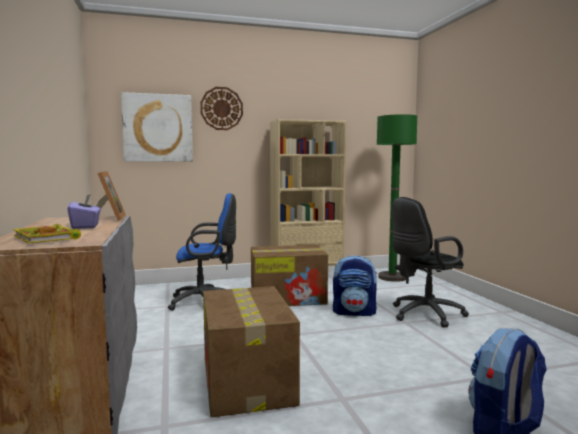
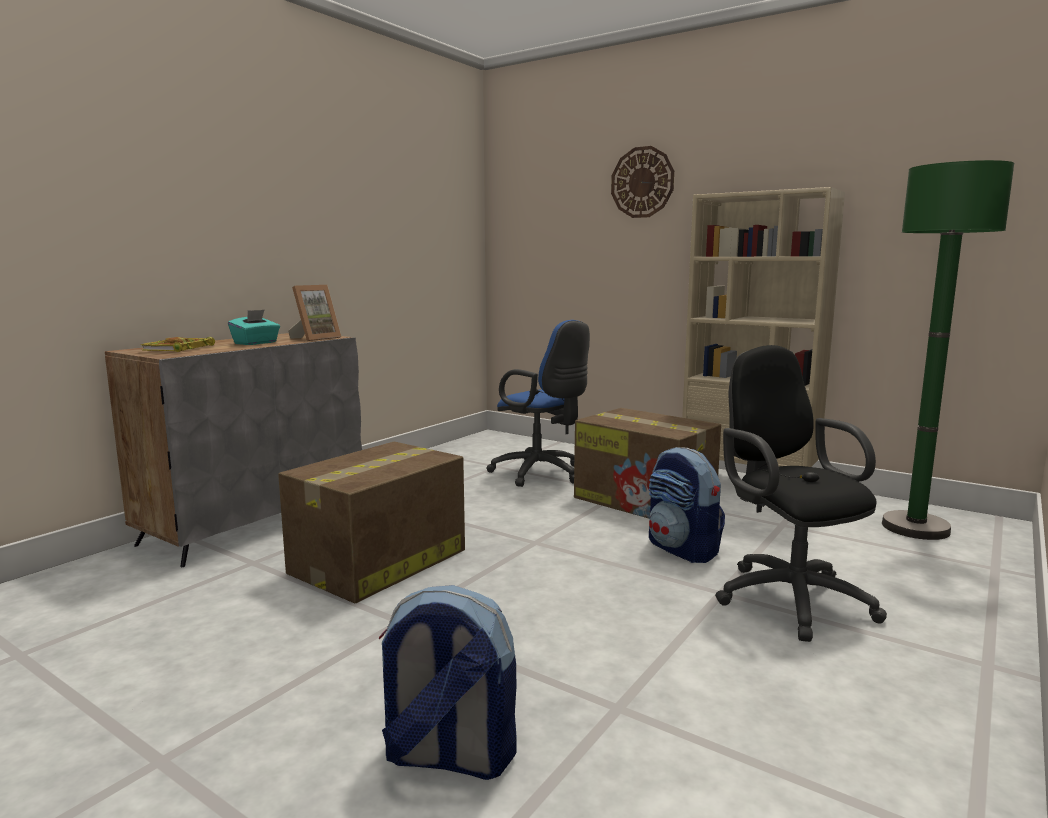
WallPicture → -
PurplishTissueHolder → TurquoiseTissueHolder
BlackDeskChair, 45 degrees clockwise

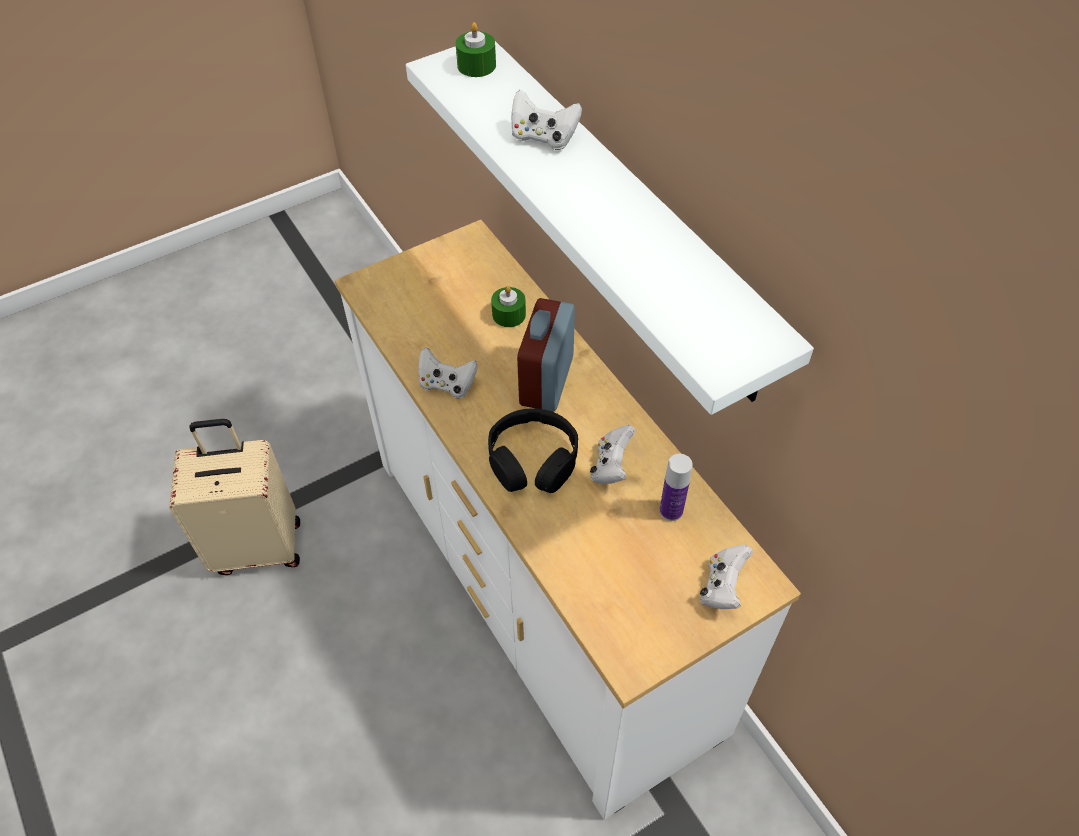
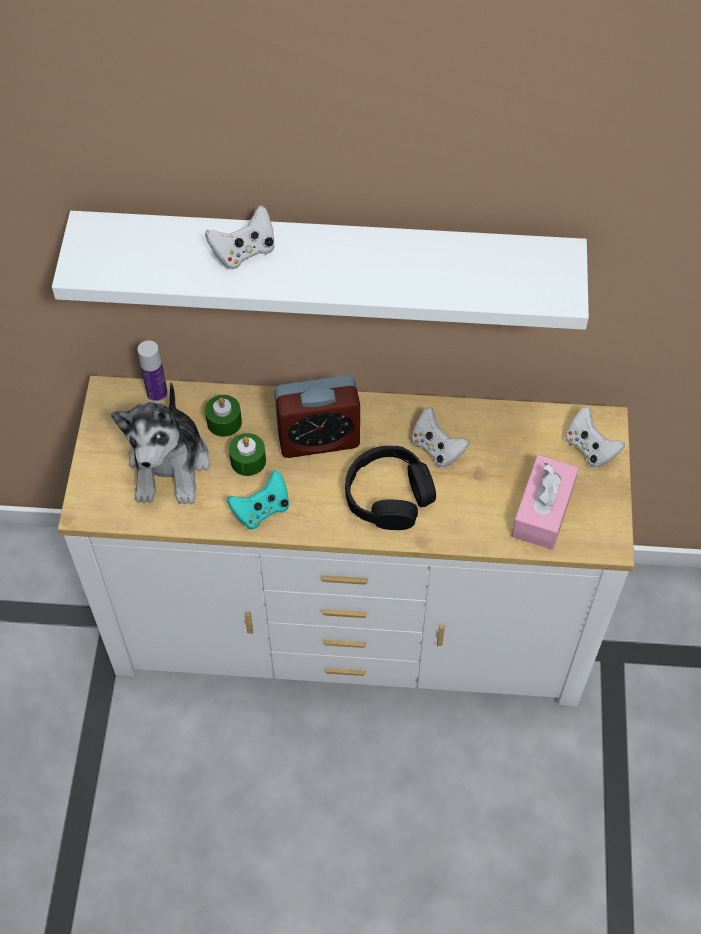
BeigeSuitcase → -
- → PlushToy
- → PinkishTissueHolder
GreenWaxLight (no. 1 from left in the first image) → GreenWaxLight (no. 2 from left), relocated
DrinkBottle, relocated
WhiteColouredJoypad (no. 1 from left) → TurquoiseJoypad
TableClock, 60 degrees counterclockwise

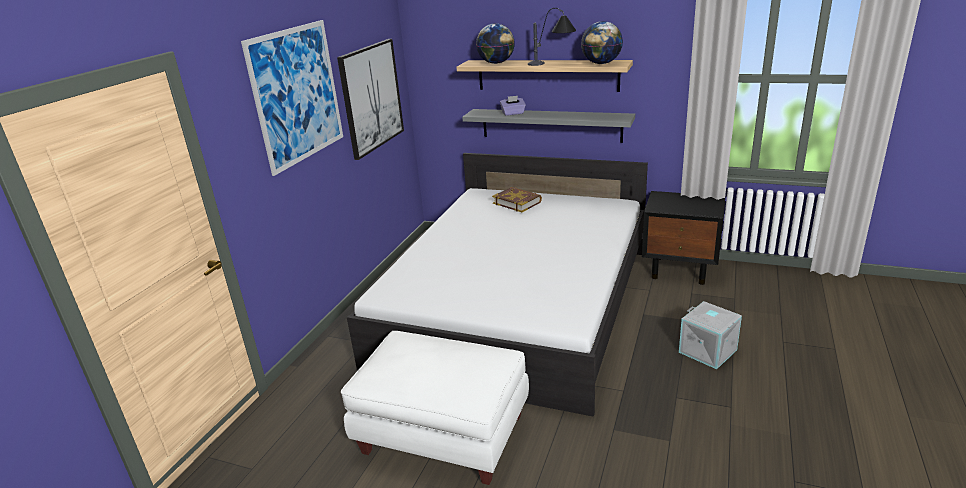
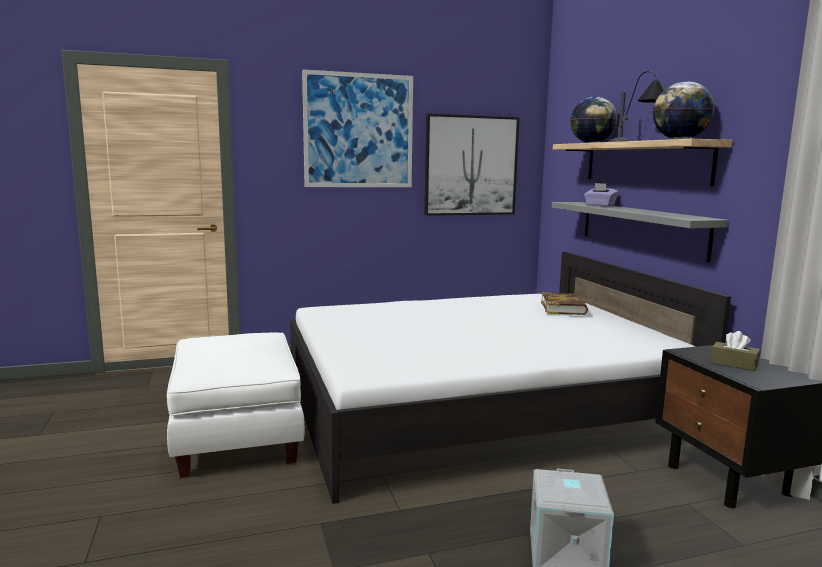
- → BrownishTissueHolder

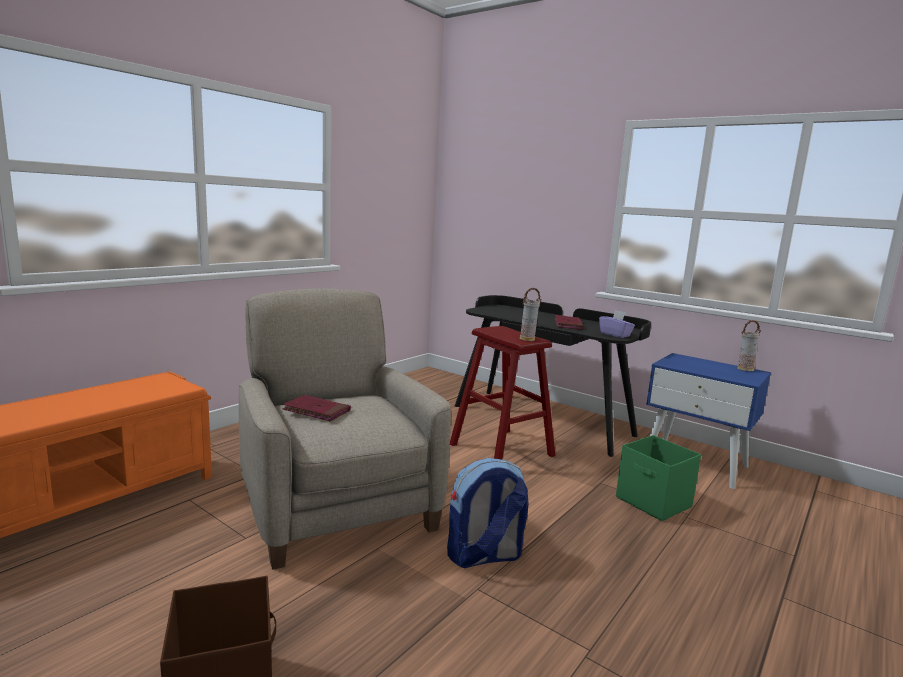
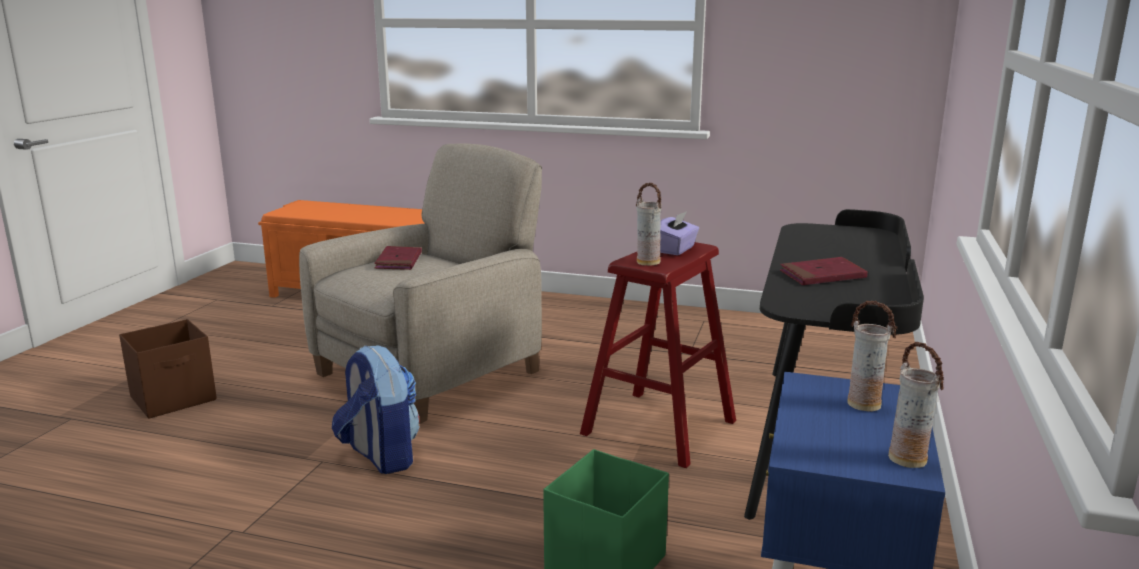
- → Vase (no. 2 from left)
PurplishTissueHolder, relocated

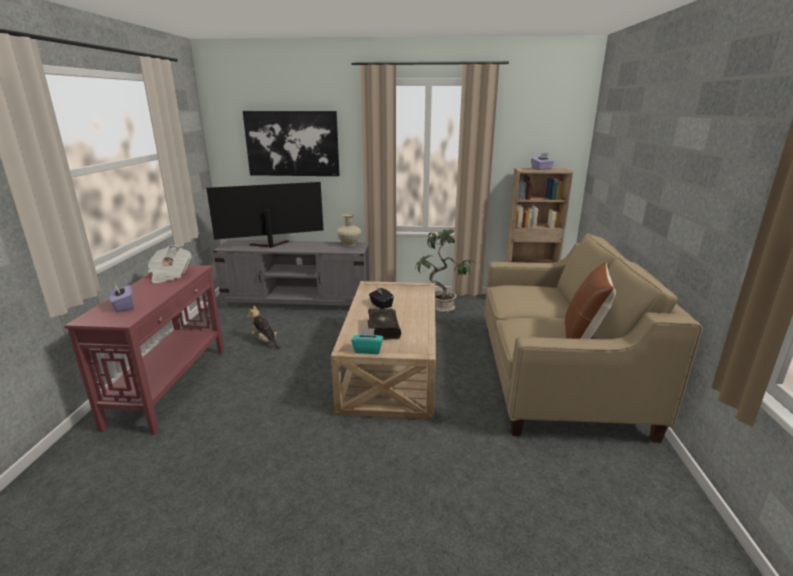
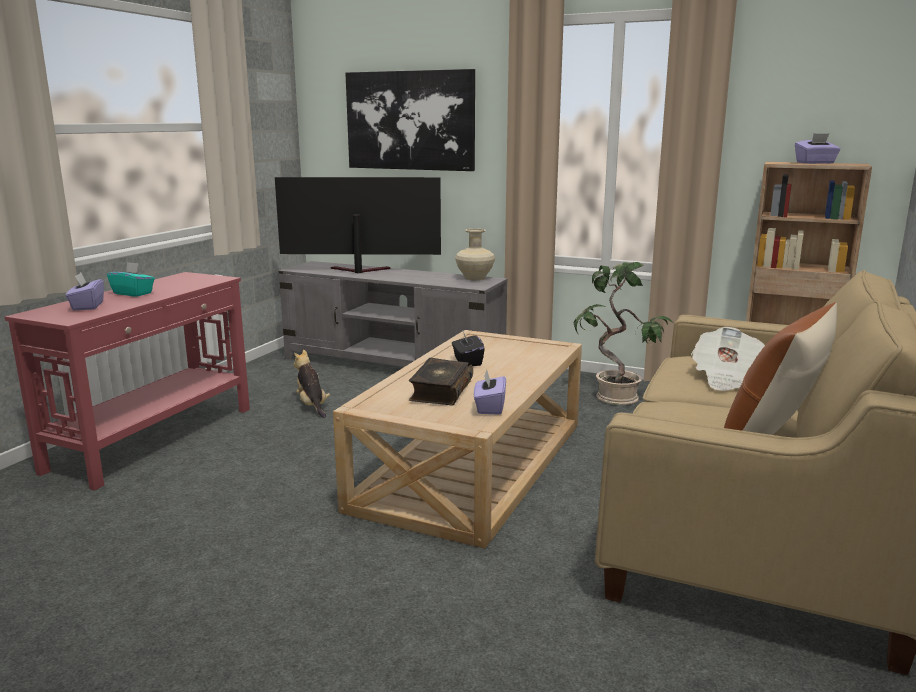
- → PurplishTissueHolder (no. 2 from left)
DailyPaper, relocated
TurquoiseTissueHolder, relocated

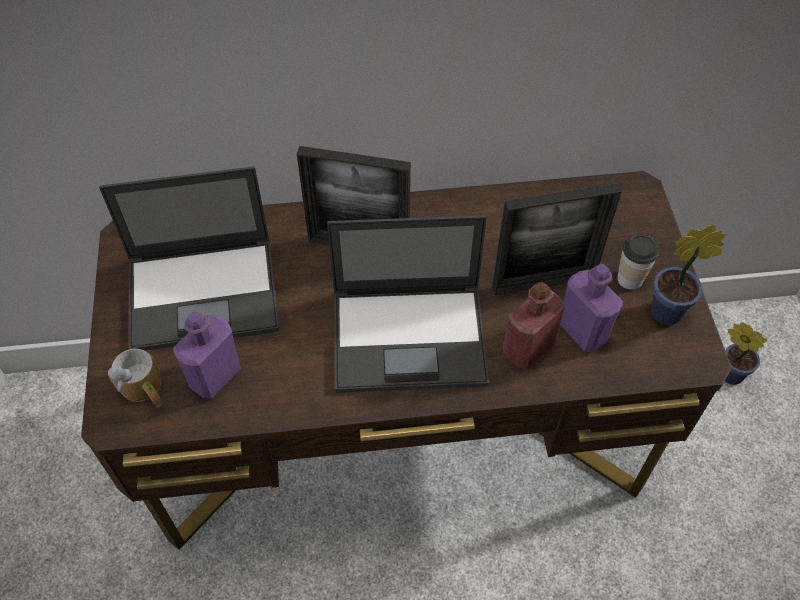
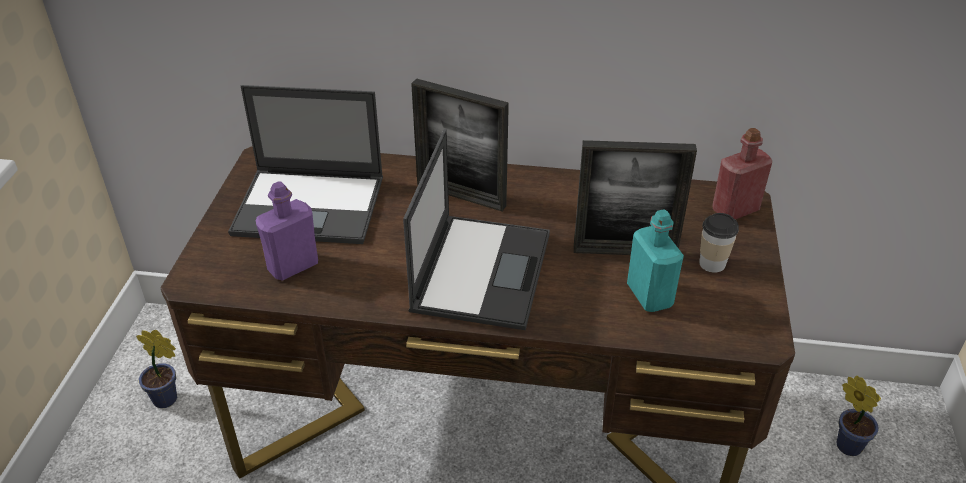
Mug → -
ReddishDrinkBottle, relocated
PlantInAPot (no. 1 from left), relocated
PurplishDrinkBottle (no. 2 from left) → TurquoiseDrinkBottle
NotebookComputer (no. 2 from left), 90 degrees counterclockwise

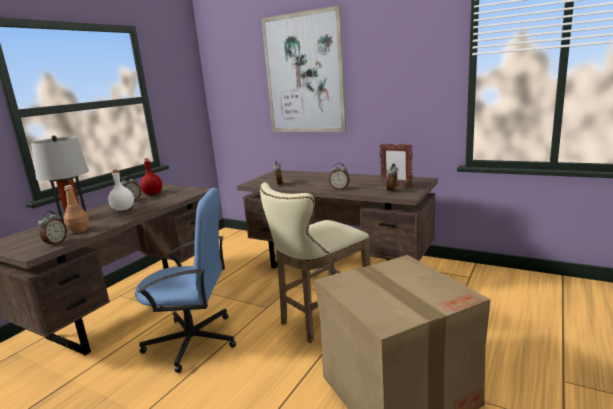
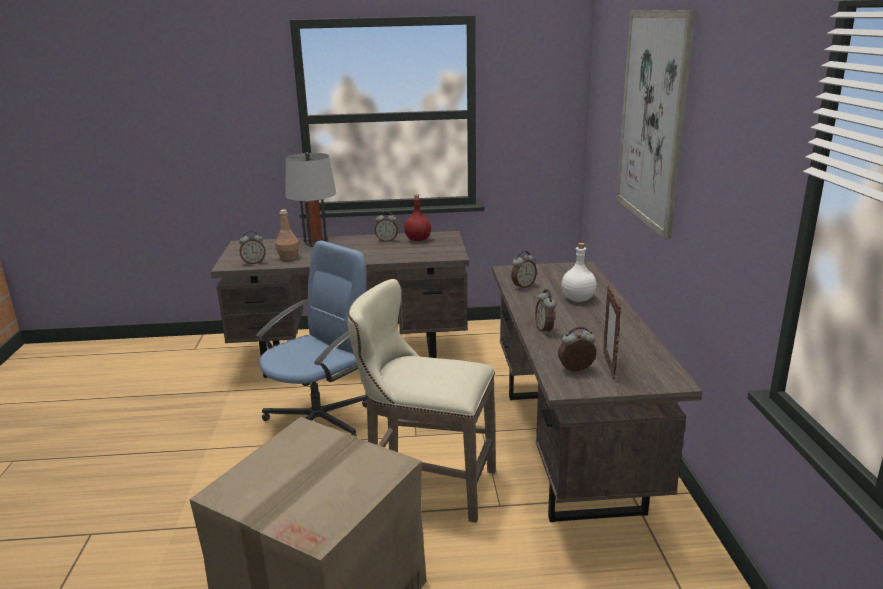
WhiteColouredDrinkBottle, relocated
BlueColouredDeskChair, 105 degrees counterclockwise

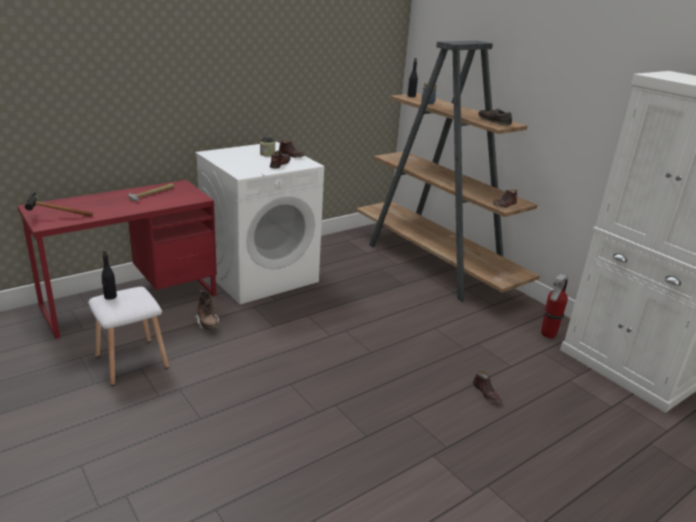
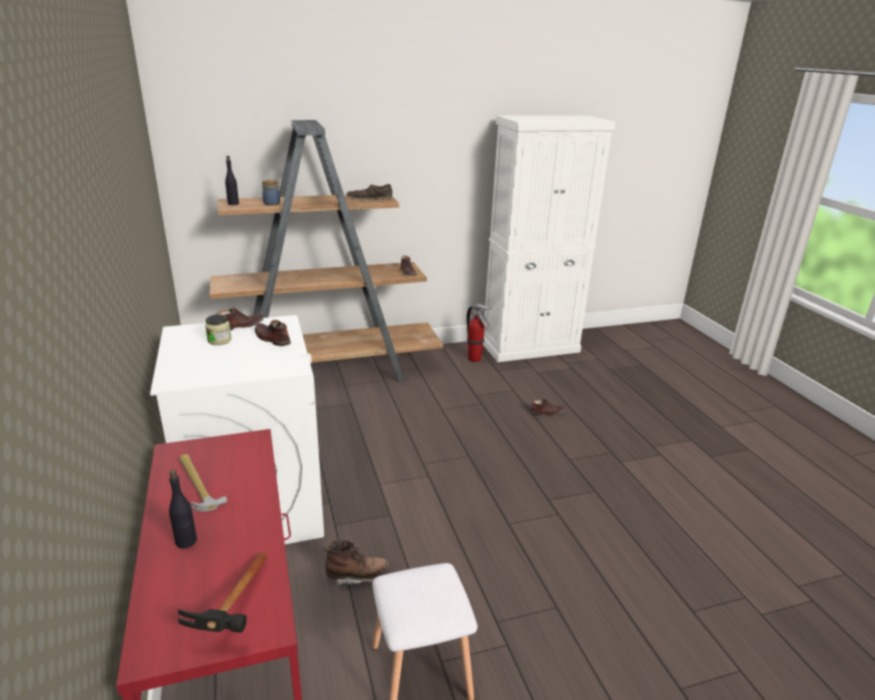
BlackDrinkBottle (no. 1 from left), relocated

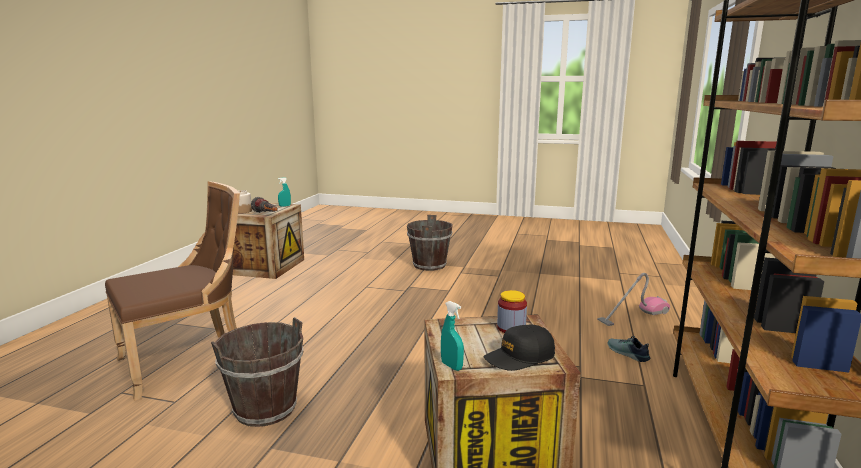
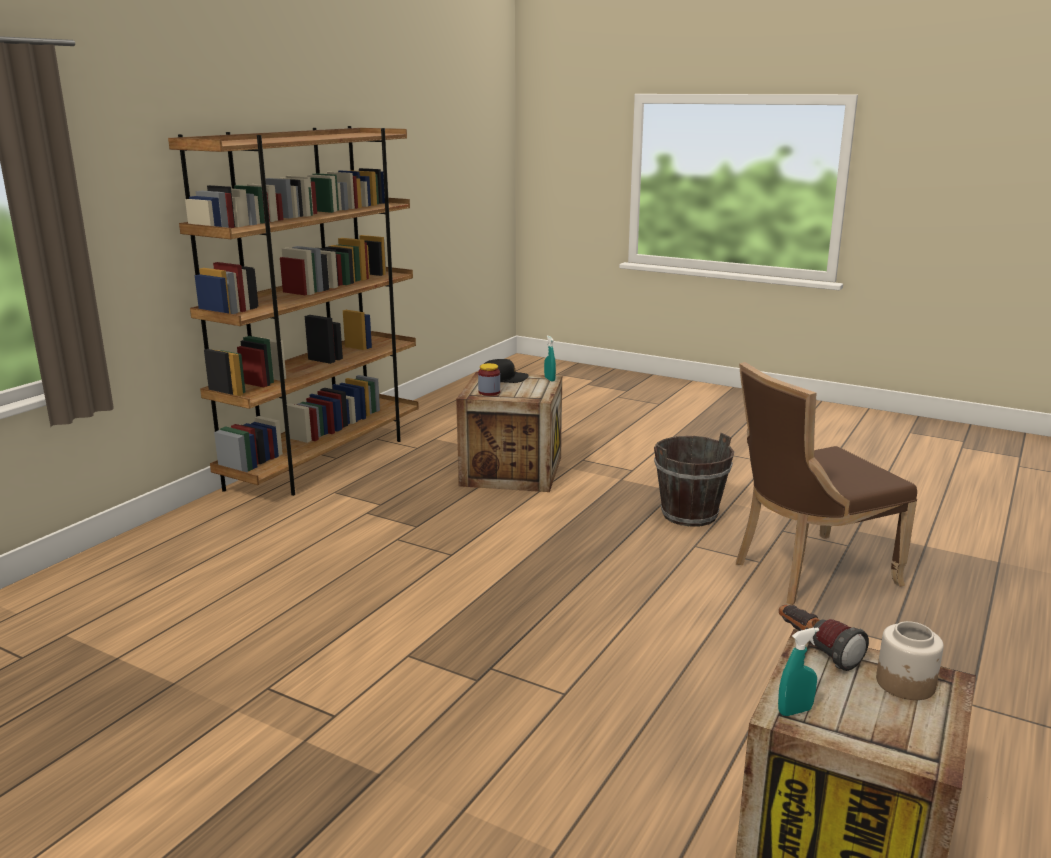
BrownishWaterBucket (no. 2 from left) → -
Vacuum → -
ItemOfFootwear → -

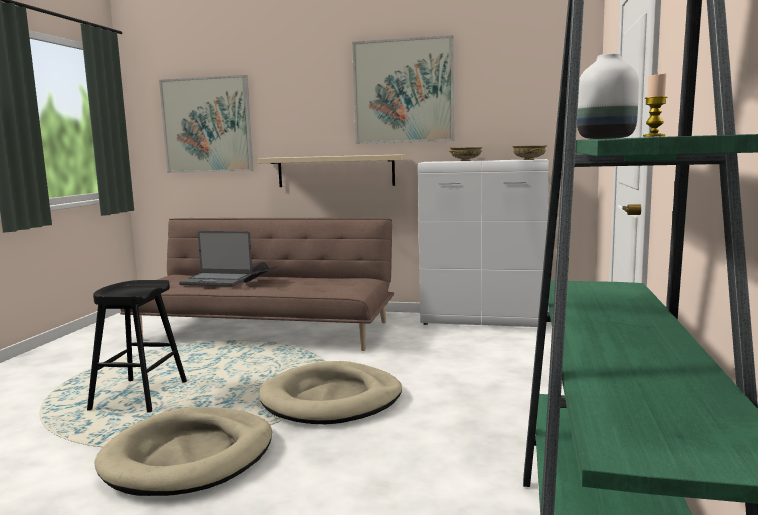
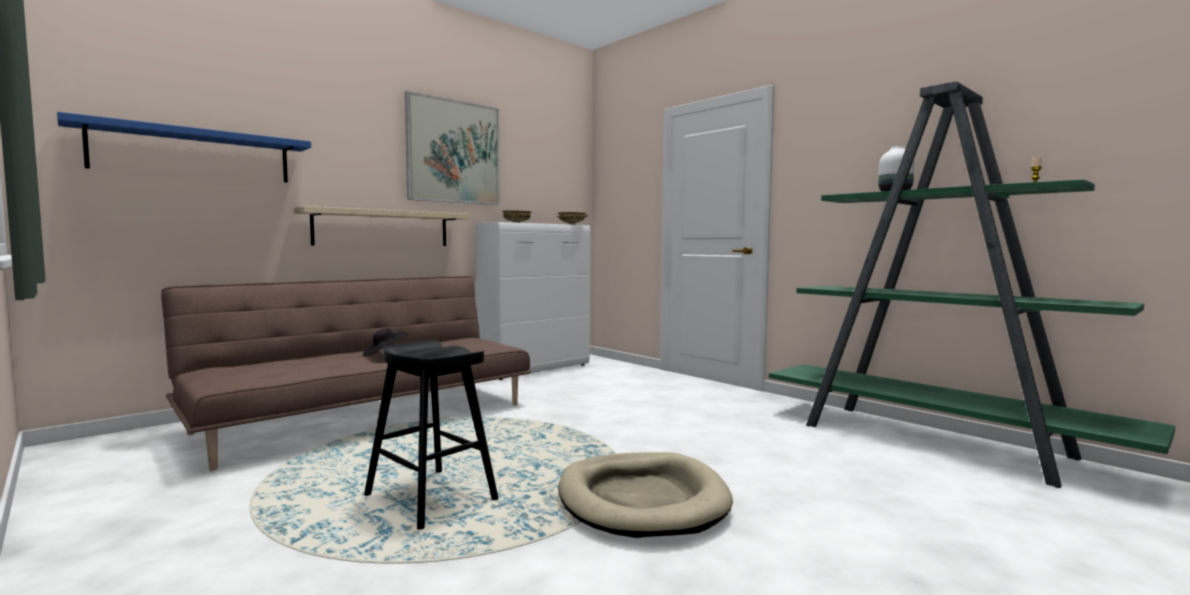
NotebookComputer → -
BeigeDogCushion (no. 2 from left) → -
WallPicture (no. 1 from left) → BlueColouredShelf

